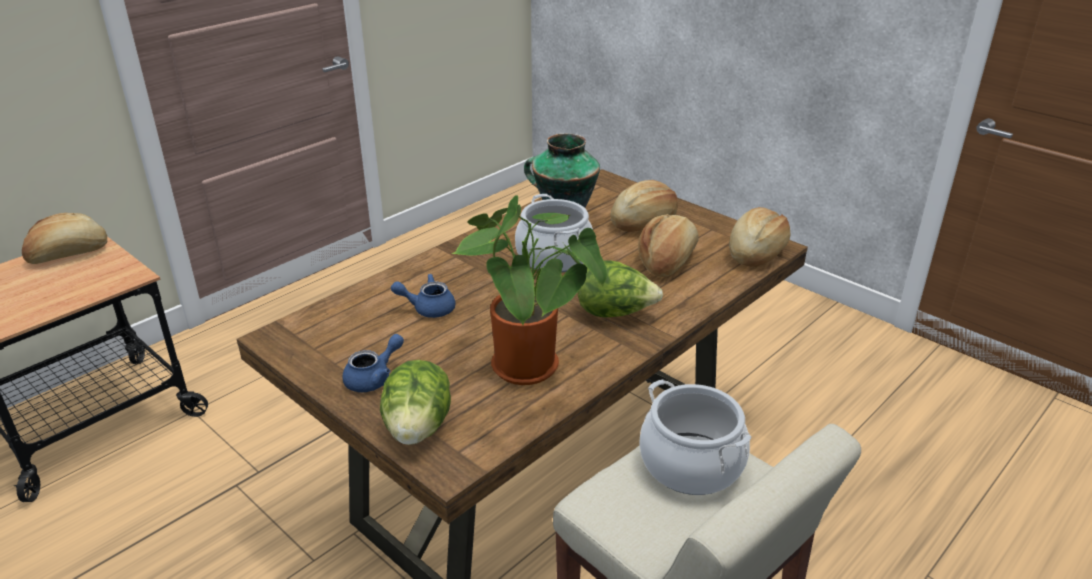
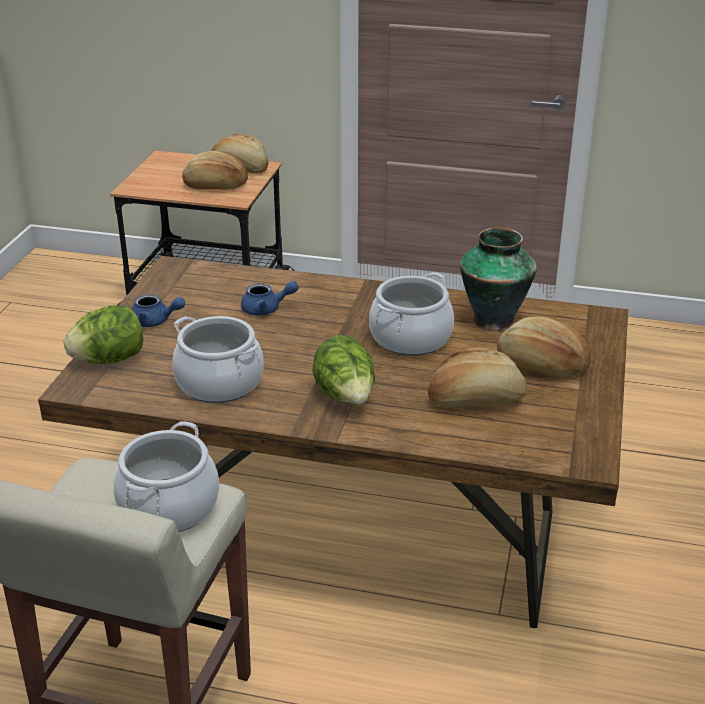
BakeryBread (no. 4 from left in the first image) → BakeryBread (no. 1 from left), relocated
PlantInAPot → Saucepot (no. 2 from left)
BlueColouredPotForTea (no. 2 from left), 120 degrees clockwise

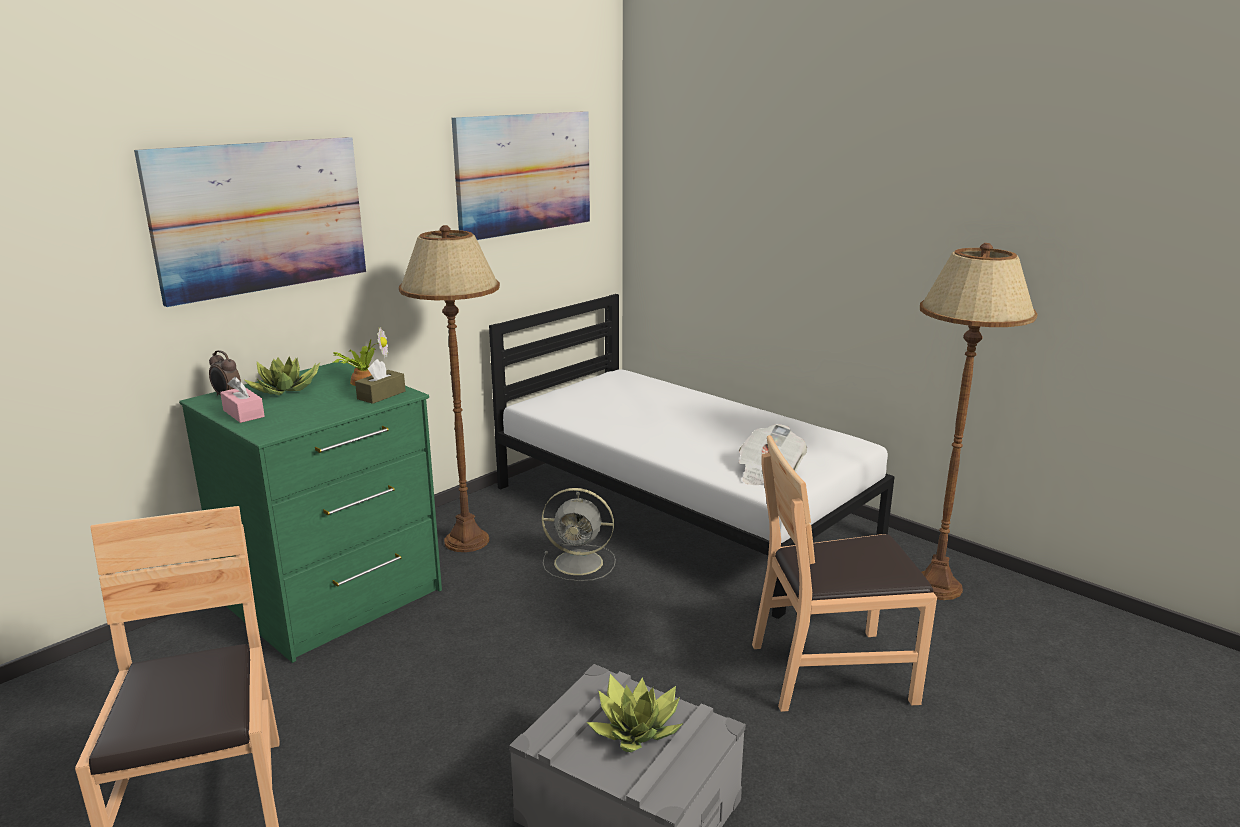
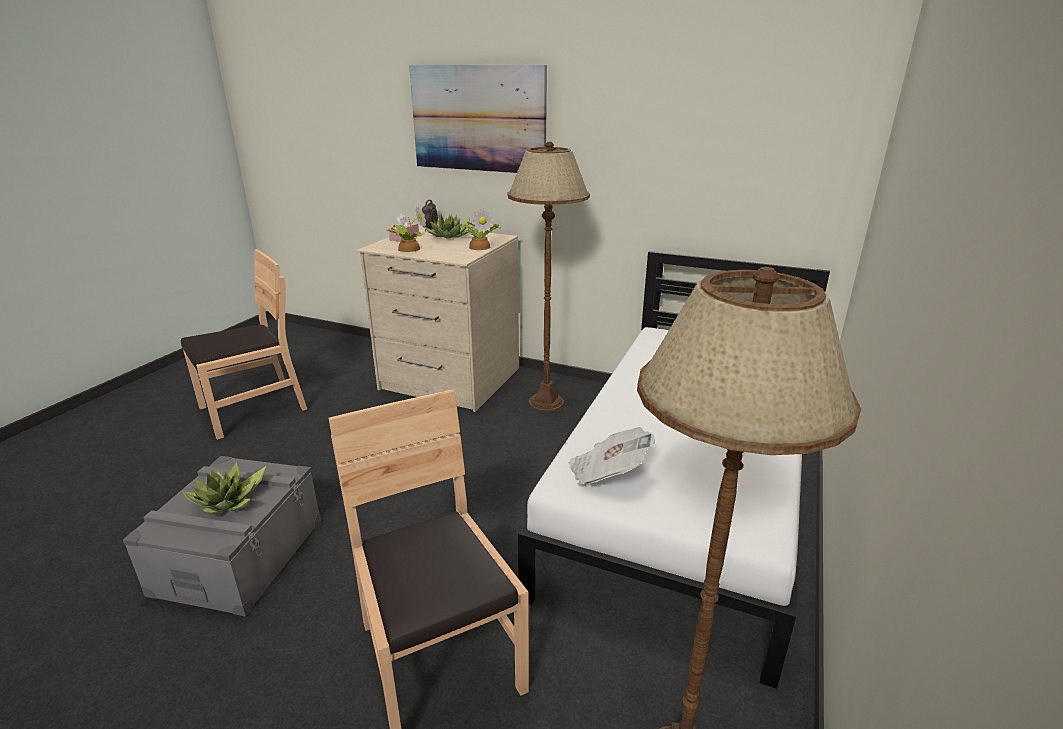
BrownishTissueHolder → -
WallPicture (no. 2 from left) → -
GrayFan → -
- → PlantInAPot (no. 2 from left)
GreenChestOfDrawers → BeigeChestOfDrawers

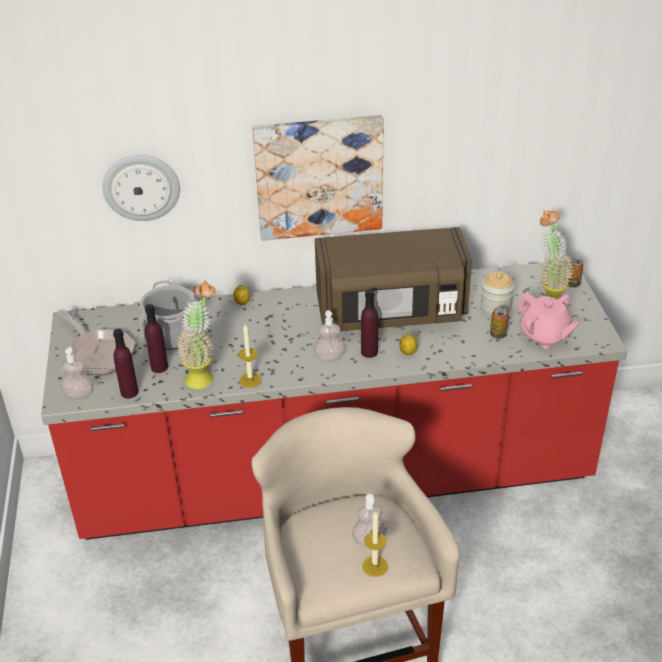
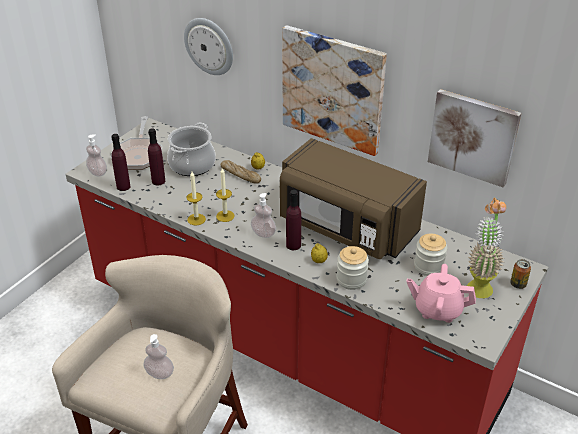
PlantInAPot (no. 1 from left) → -
SealedCan (no. 1 from left) → -
- → BakeryBread
- → Jar (no. 1 from left)
- → WallPicture (no. 2 from left)
WaxLight (no. 2 from left), relocated
PinkishPotForTea, 105 degrees clockwise

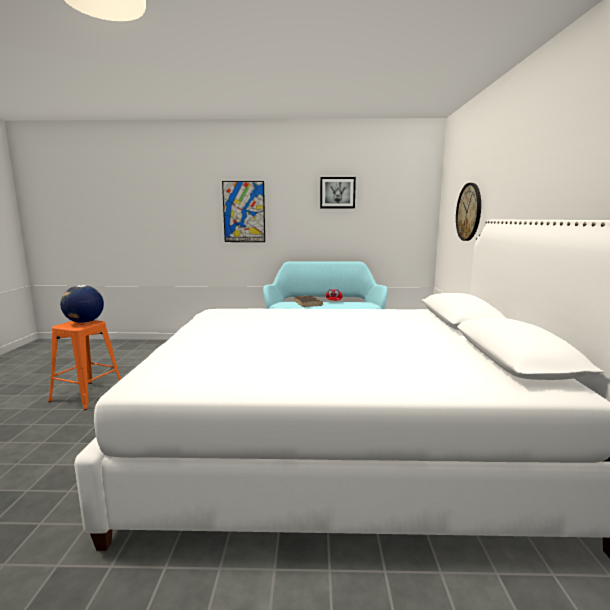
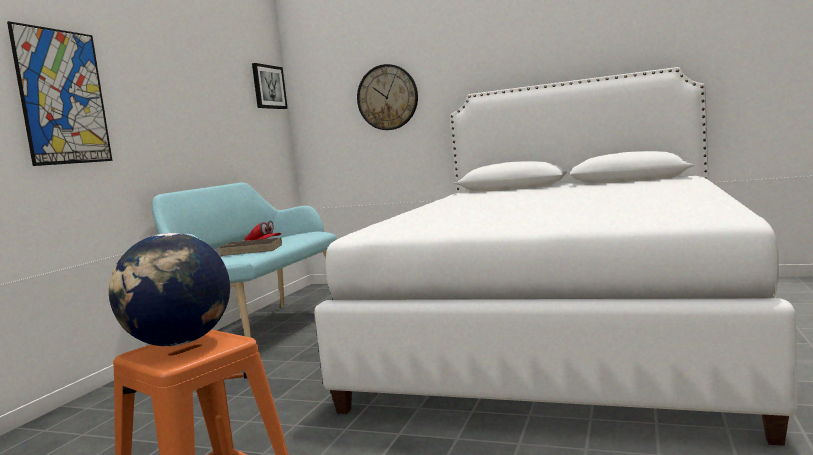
WallPicture (no. 2 from left), relocated

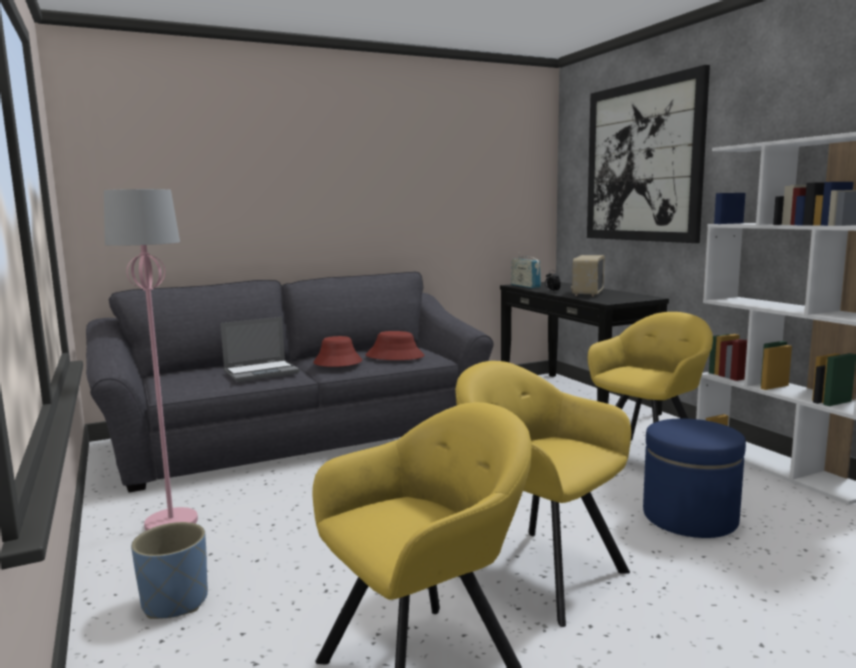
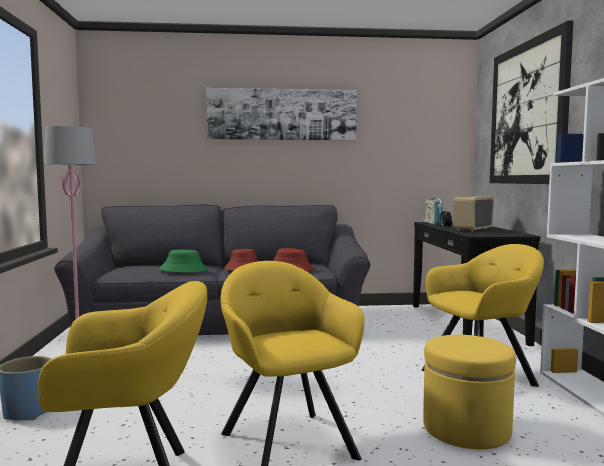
- → WallPicture (no. 1 from left)
NotebookComputer → GreenClothingHat
BlueColouredOttoman → YellowishOttoman

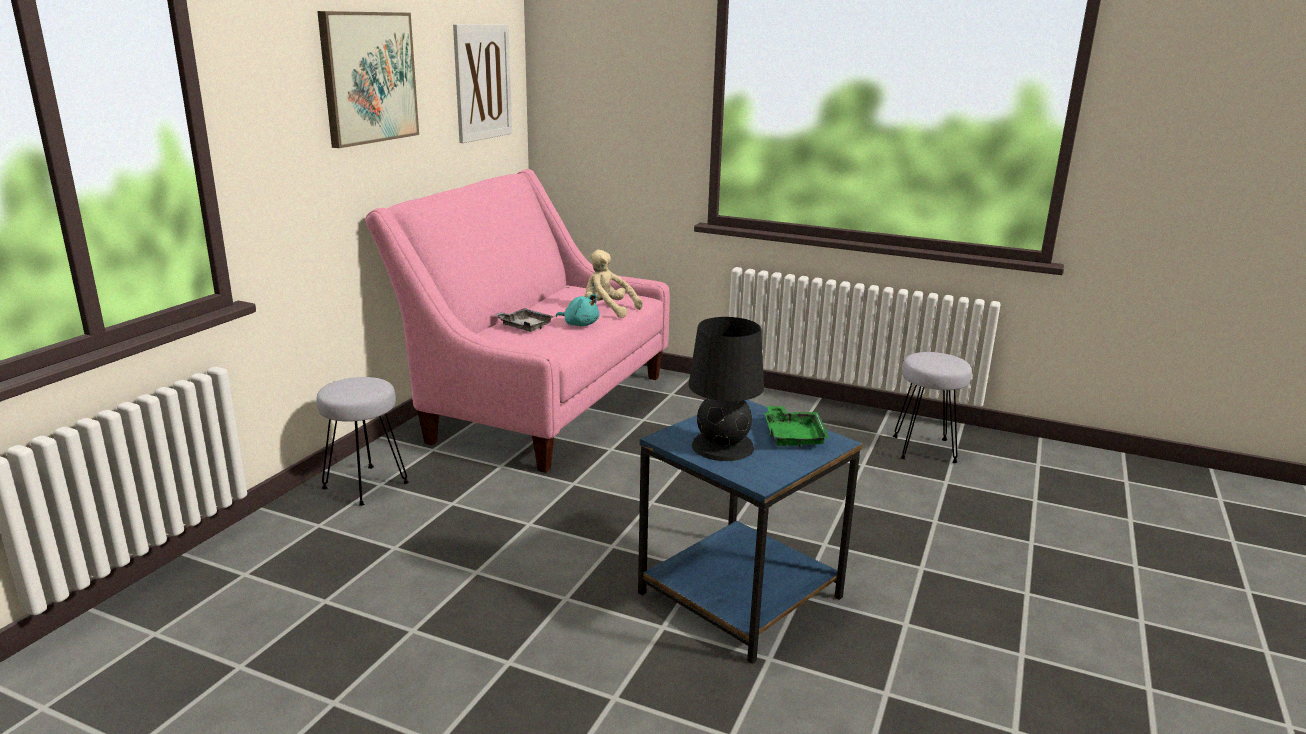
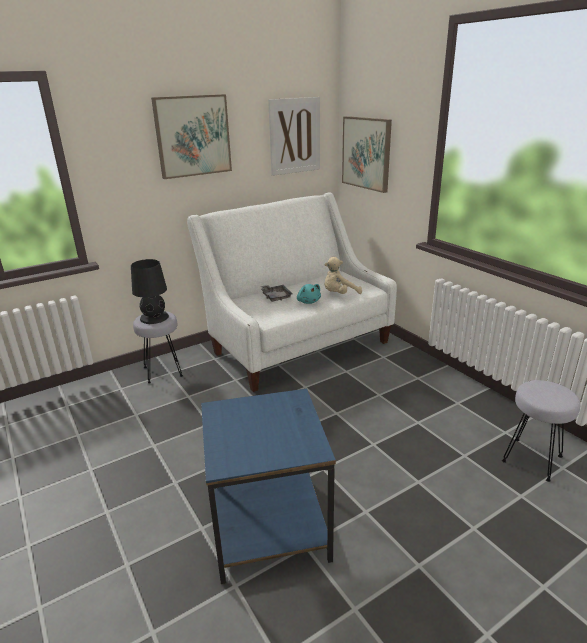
GreenServingTray → -
- → WallPicture (no. 3 from left)
BlackTableLamp, relocated
PinkishCouch → WhiteColouredCouch
BeigePlushToy, 90 degrees counterclockwise

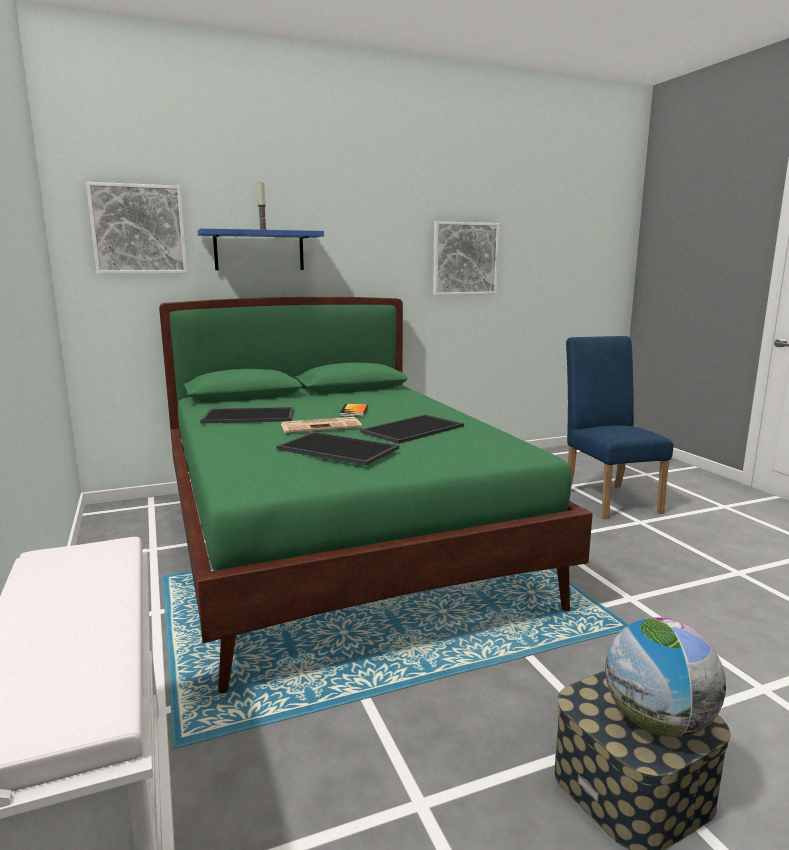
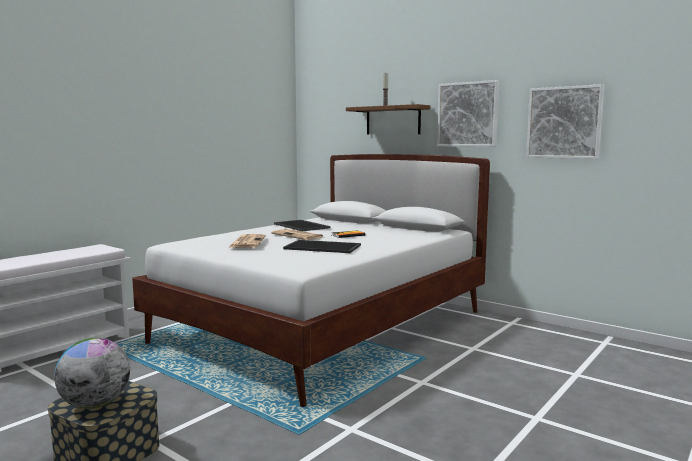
BlueColouredPlainChair → -
WallPicture (no. 1 from left), relocated
ServingTray (no. 2 from left) → DailyPaper (no. 1 from left)
GreenBedroomBed → WhiteColouredBedroomBed
BlueColouredShelf → BrownishShelf

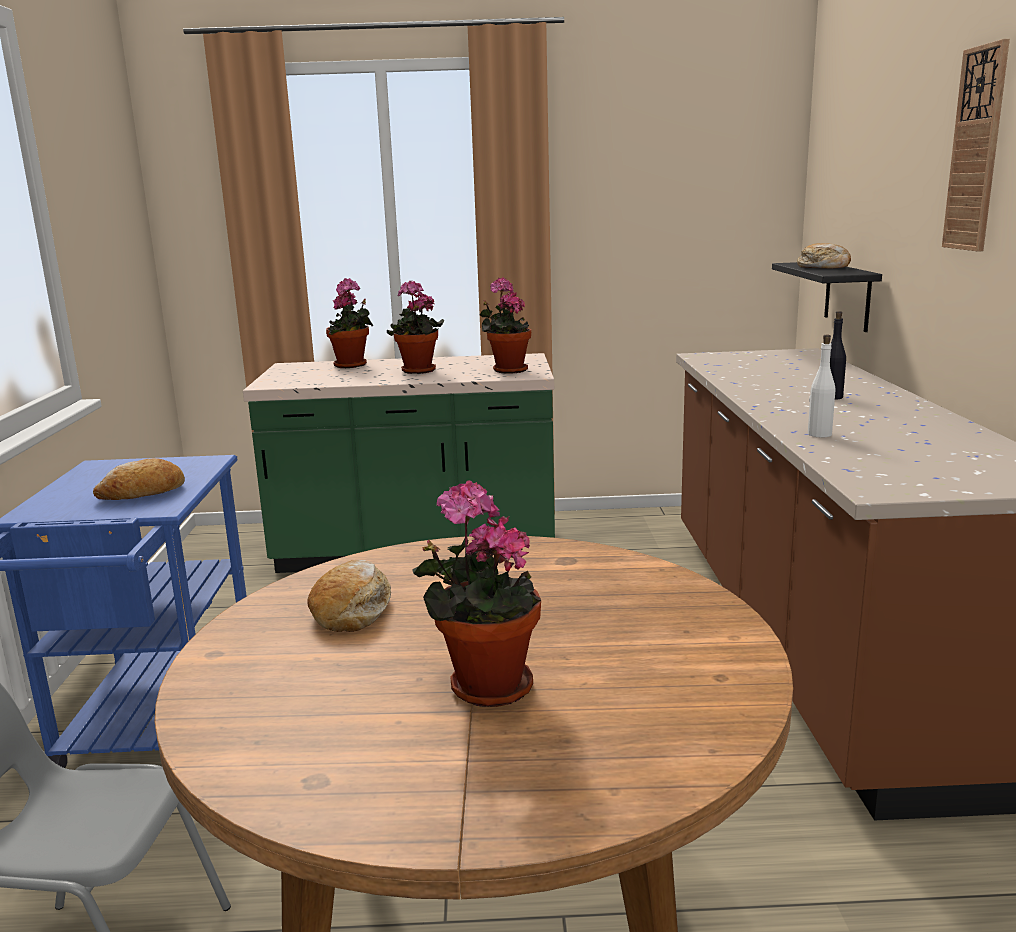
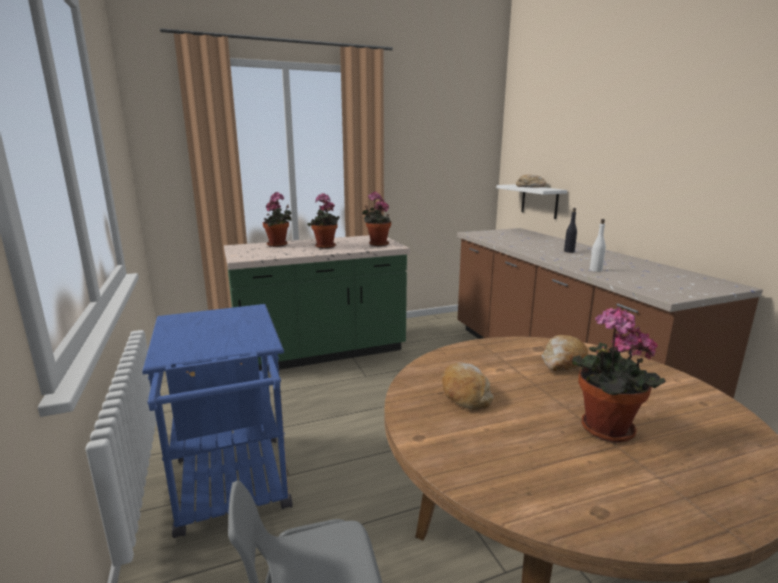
WallClock → -
BakeryBread (no. 1 from left in the first image) → BakeryBread (no. 3 from left), relocated
BlackShelf → WhiteColouredShelf

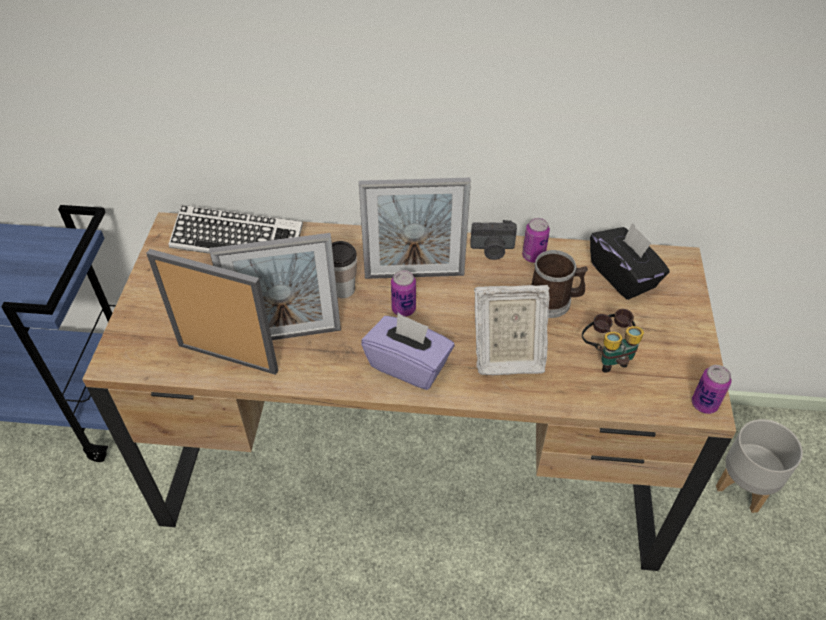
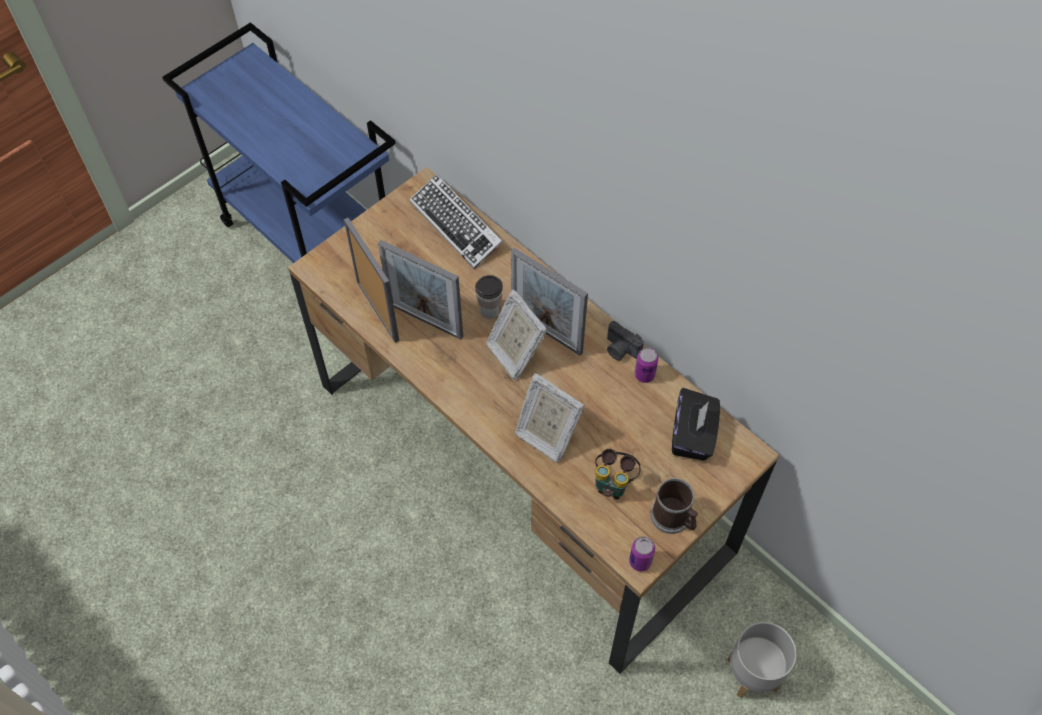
PurplishTissueHolder → -
Mug, relocated
SealedCan (no. 1 from left) → PhotoFrame (no. 3 from left)

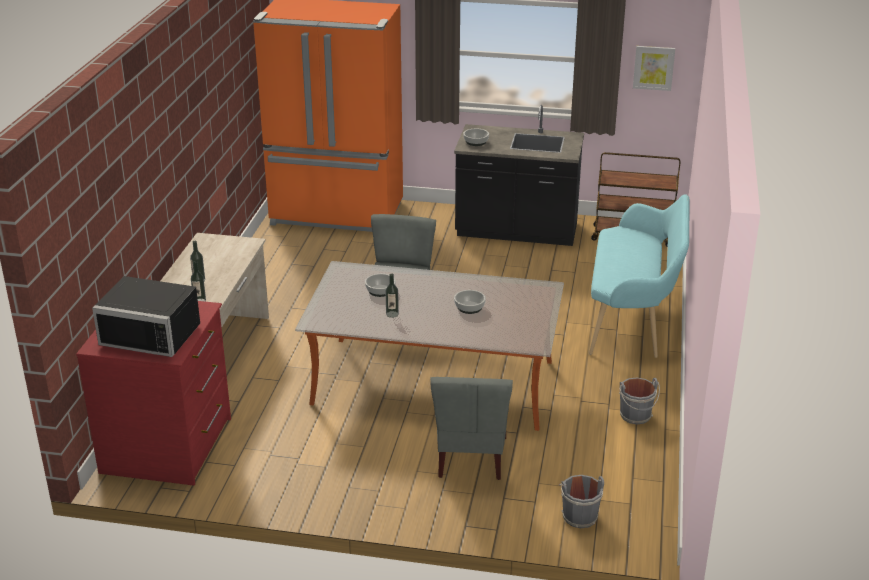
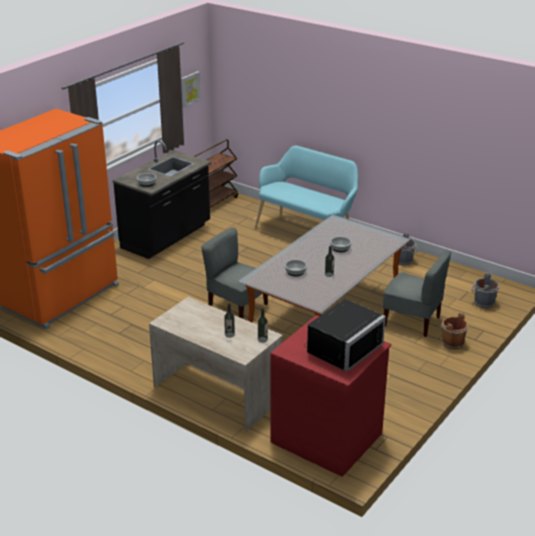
- → BrownishWaterBucket

